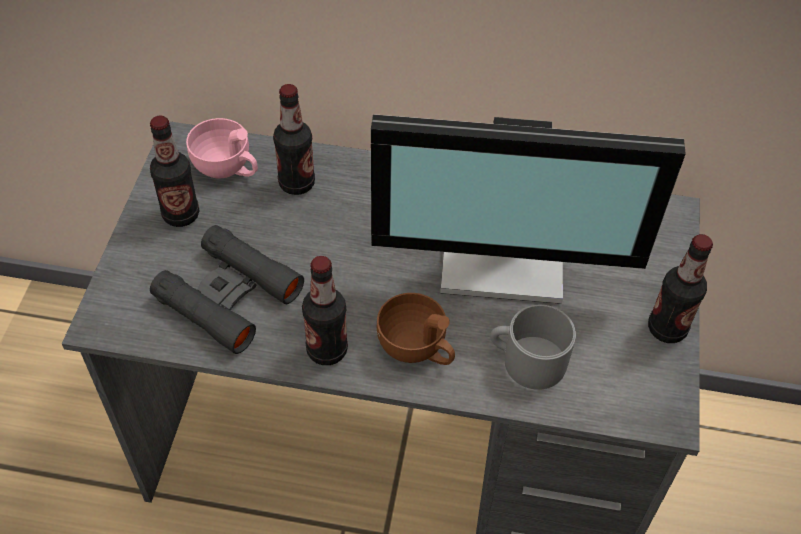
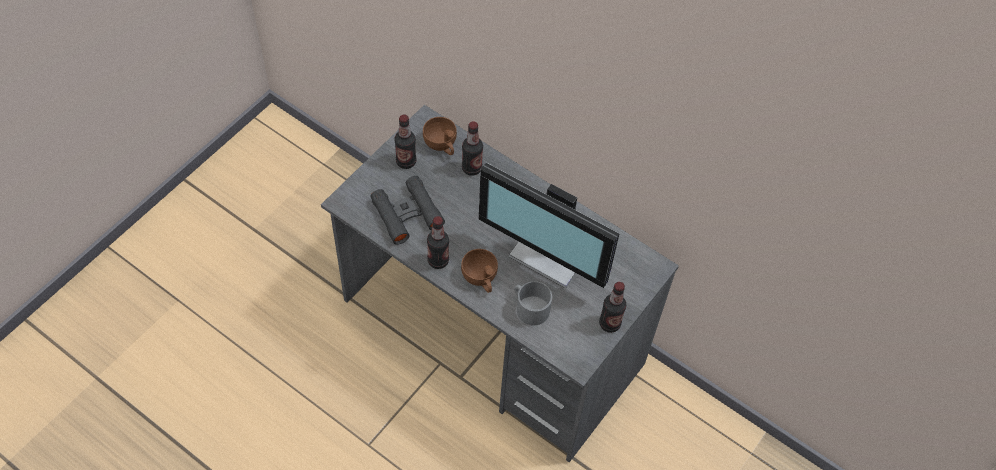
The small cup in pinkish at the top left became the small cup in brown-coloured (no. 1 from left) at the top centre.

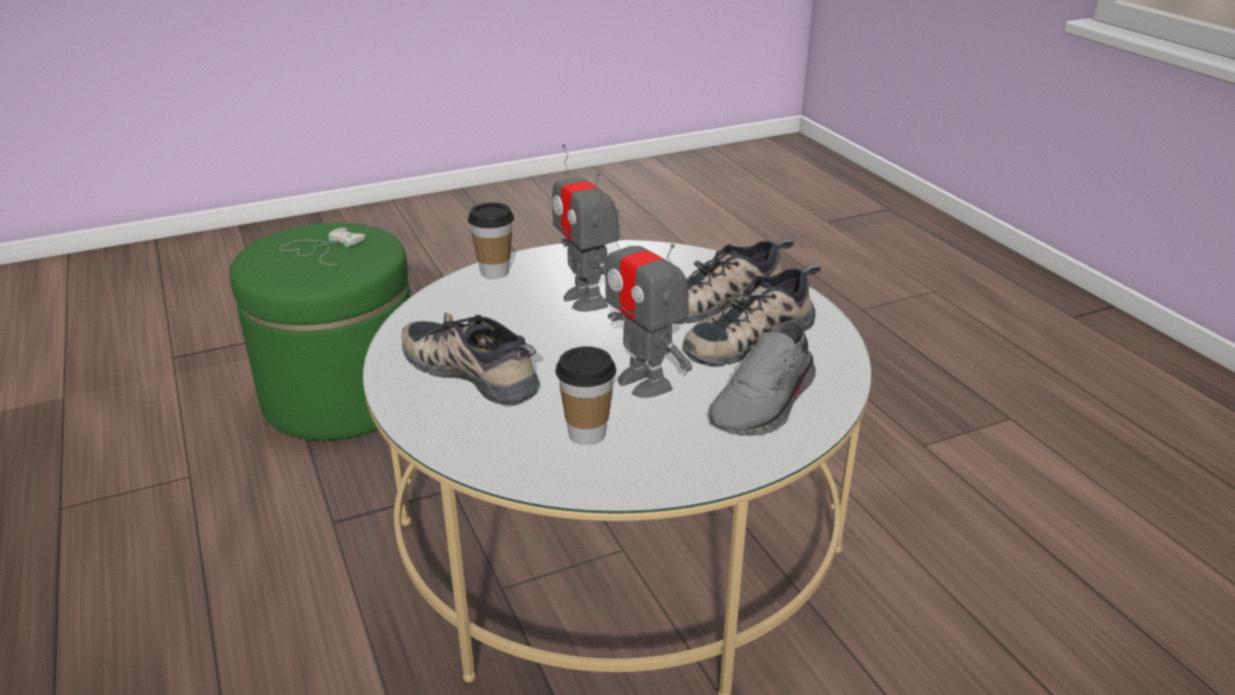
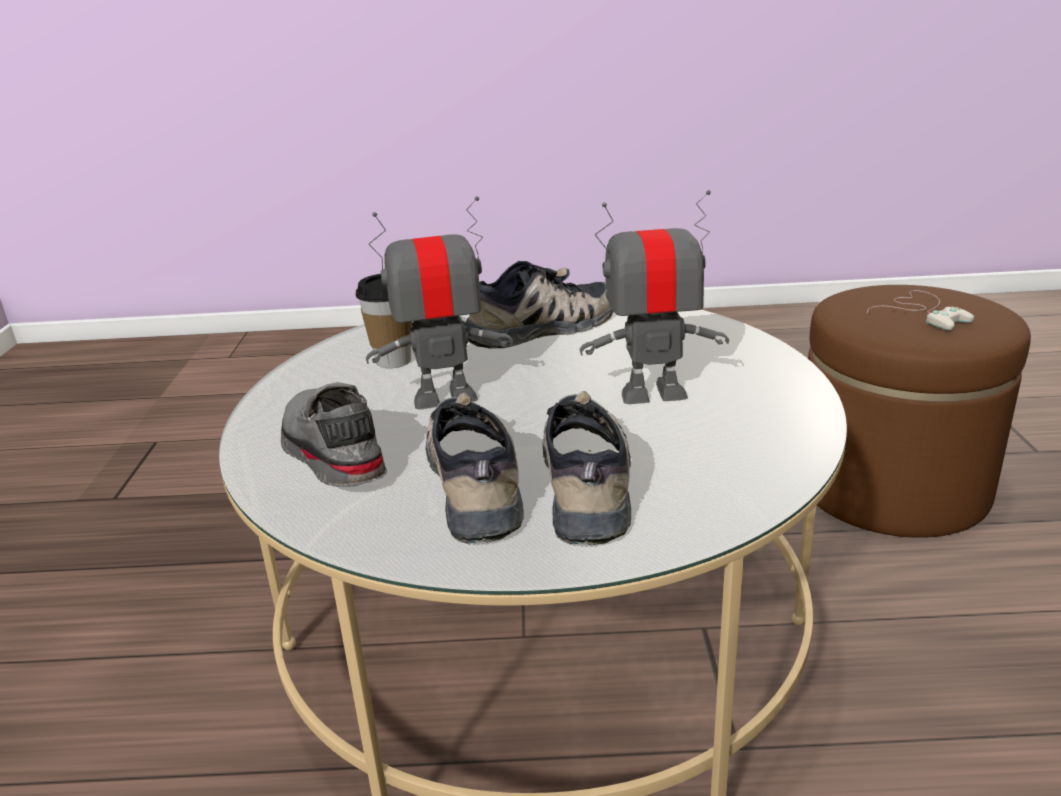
The small cup (no. 1 from left) at the centre disappeared.
The footrest in green at the middle left became the footrest in brown-coloured at the middle right.

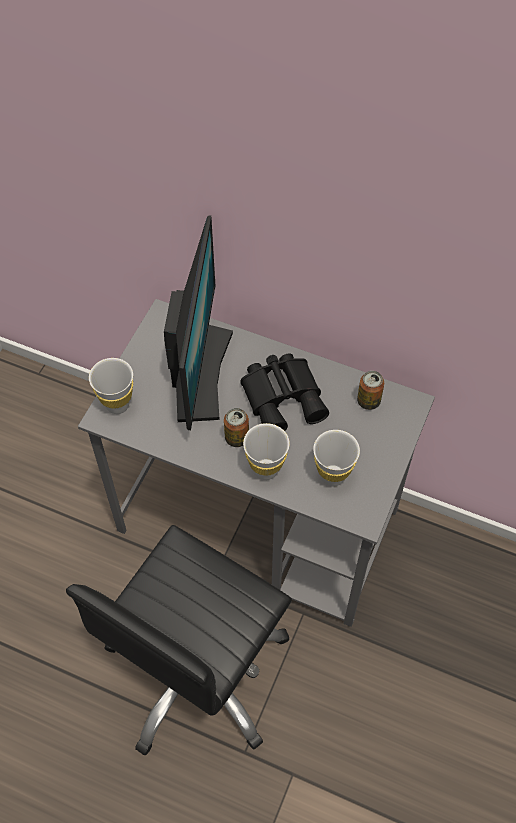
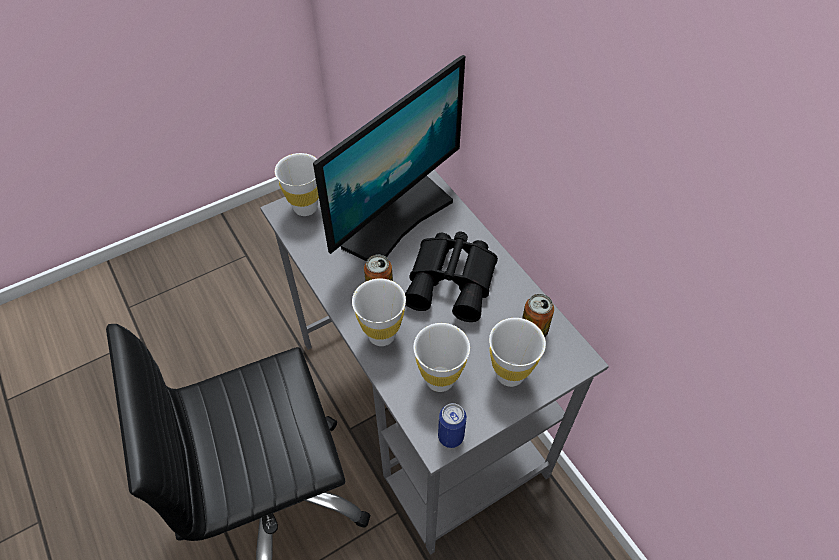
The small cup in white-coloured (no. 4 from left) at the centre appeared.
The can (no. 2 from left) at the bottom centre appeared.

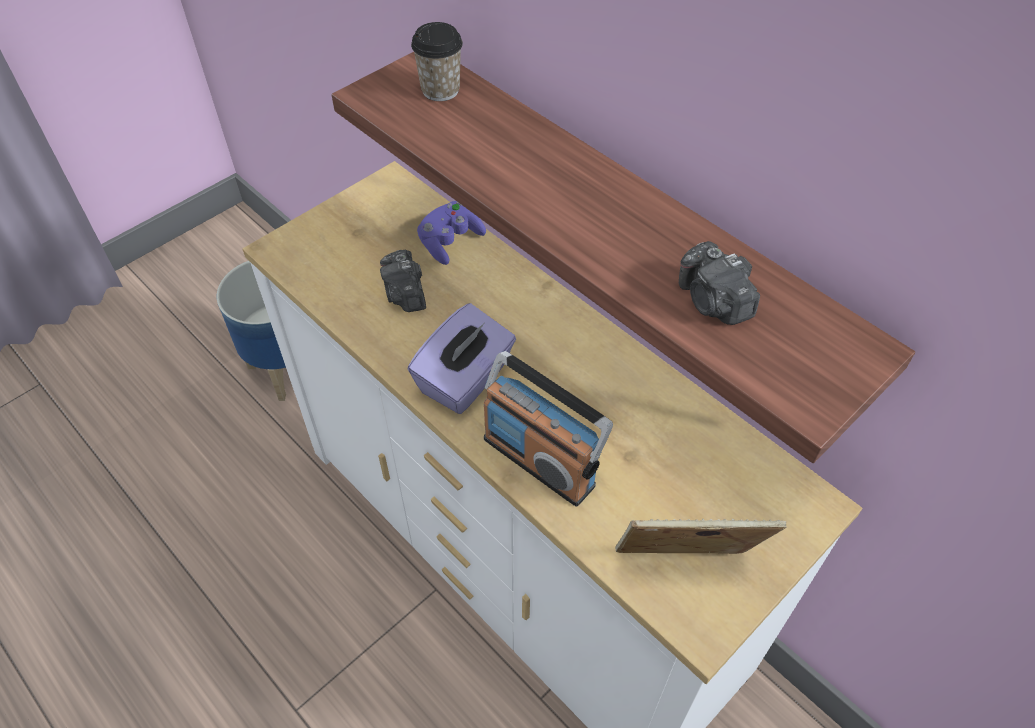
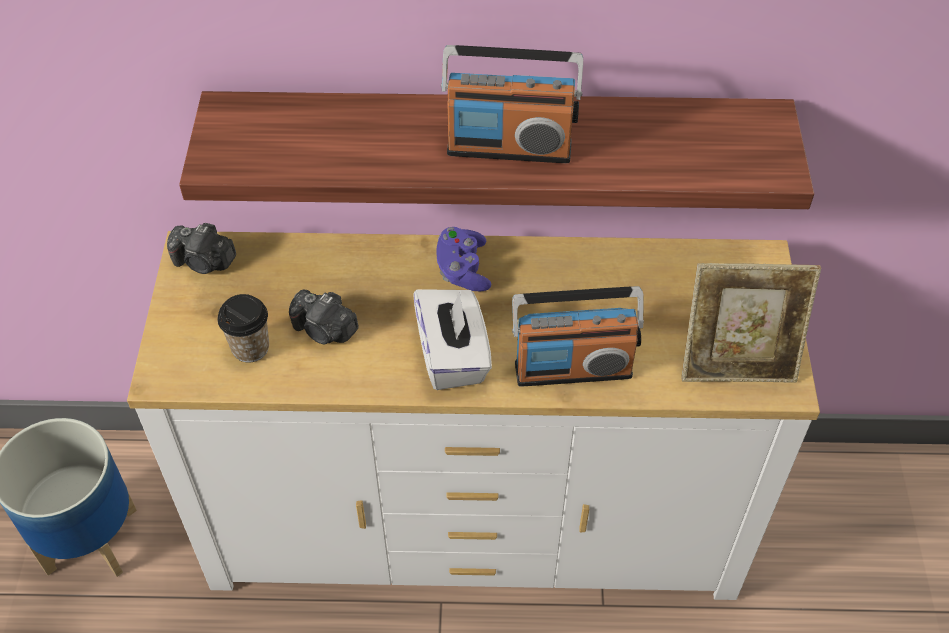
The small cup moved from the top centre to the middle left.
The gamepad in purple moved from the top centre to the centre.
The photo camera (no. 2 from left in the first image) moved from the middle right to the middle left.
The tissue box in purple at the centre became the tissue box in white-coloured at the centre.
The photo frame at the bottom right turned 135 degrees counterclockwise.
The radio receiver (no. 1 from left) at the top centre appeared.

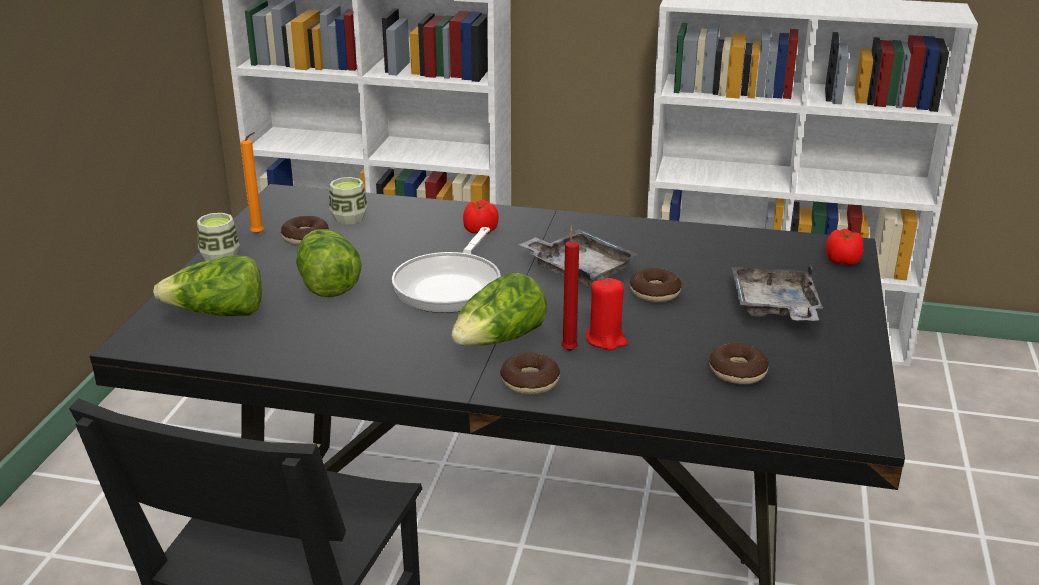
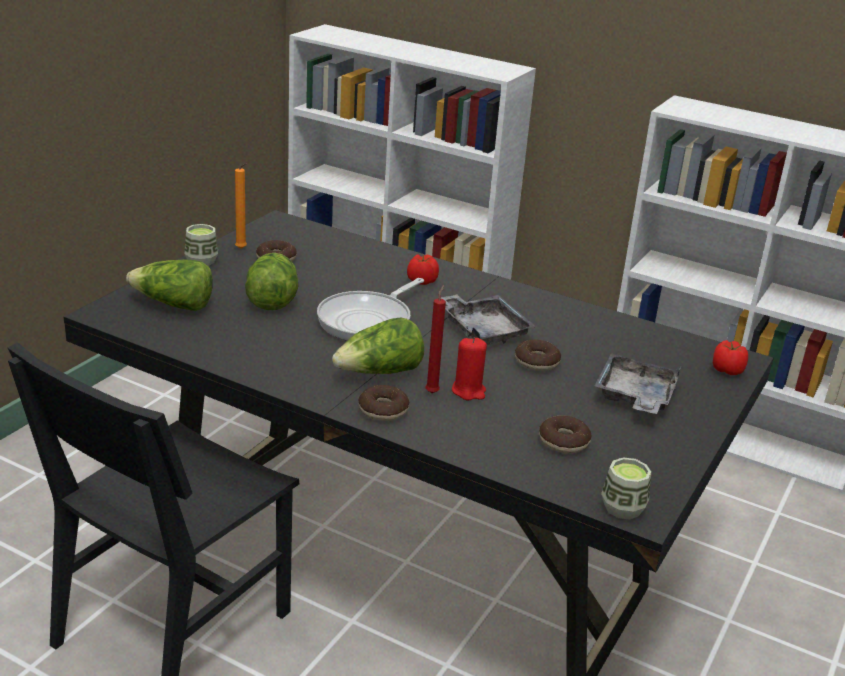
The small cup (no. 2 from left) moved from the centre to the bottom right.

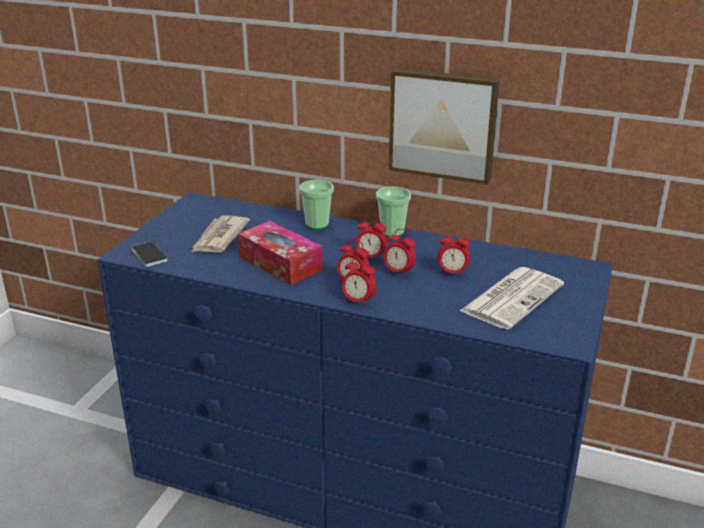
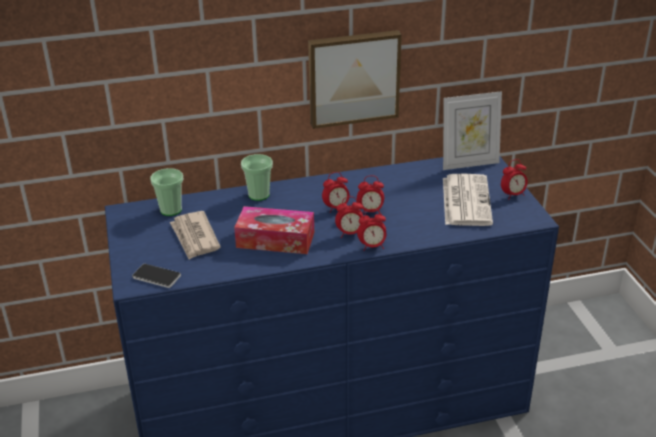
The small cup (no. 2 from left in the first image) moved from the centre to the middle left.
The alarm clock (no. 5 from left) moved from the centre to the middle right.
The photo frame at the top right appeared.

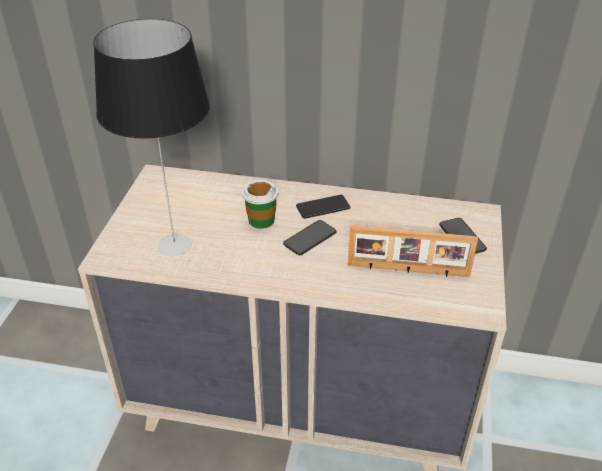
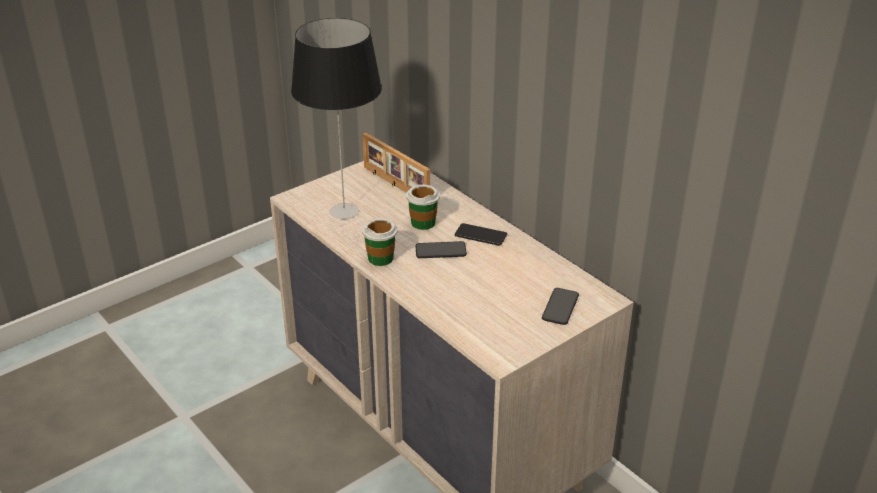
The photo frame moved from the middle right to the top centre.
The small cup (no. 1 from left) at the centre appeared.

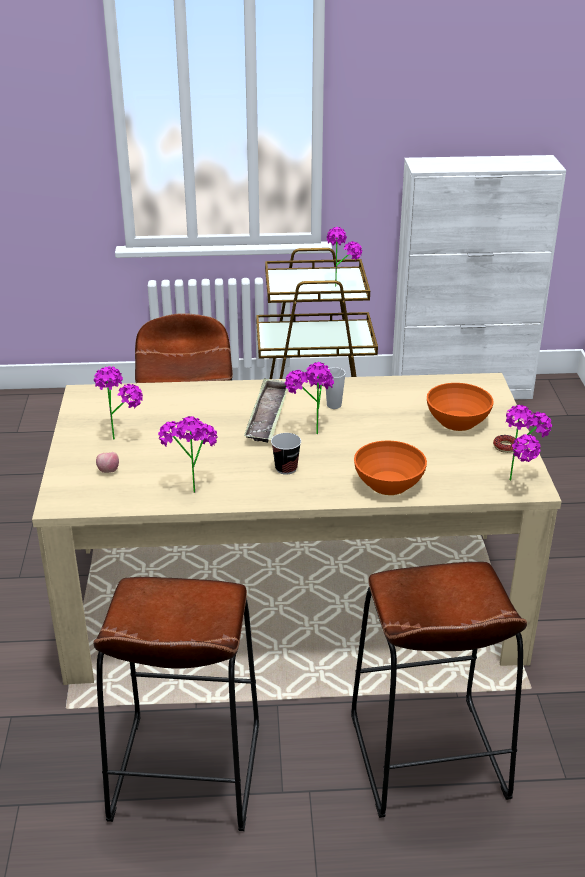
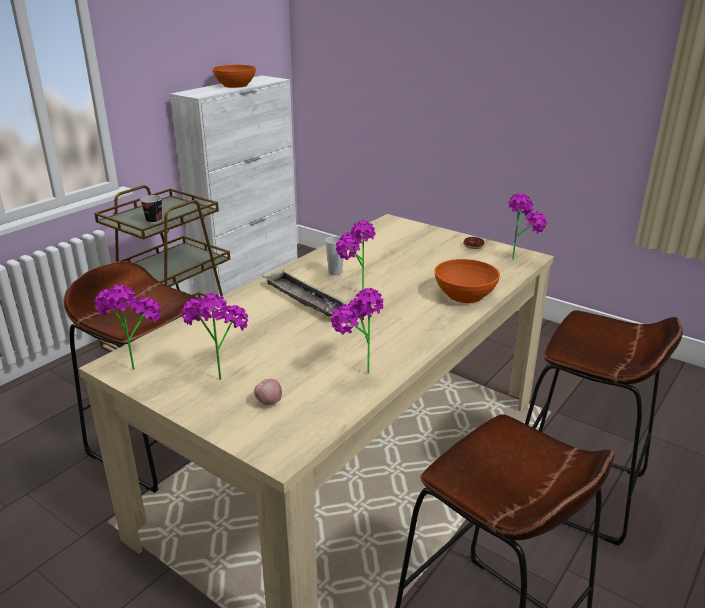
The potted plant (no. 4 from left in the first image) moved from the top centre to the middle left.
The bowl in orangey (no. 2 from left in the first image) moved from the middle right to the top left.
The small cup (no. 1 from left) moved from the centre to the middle left.

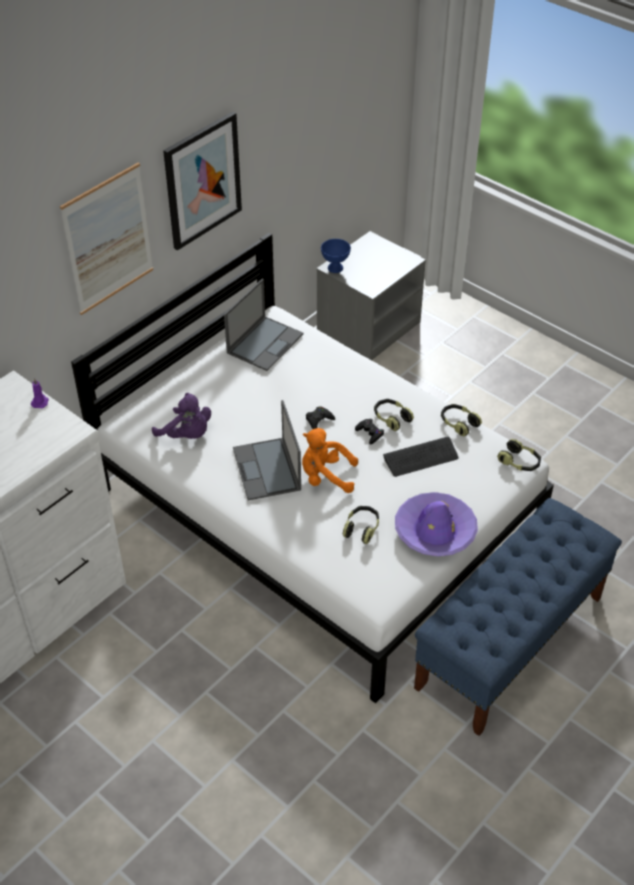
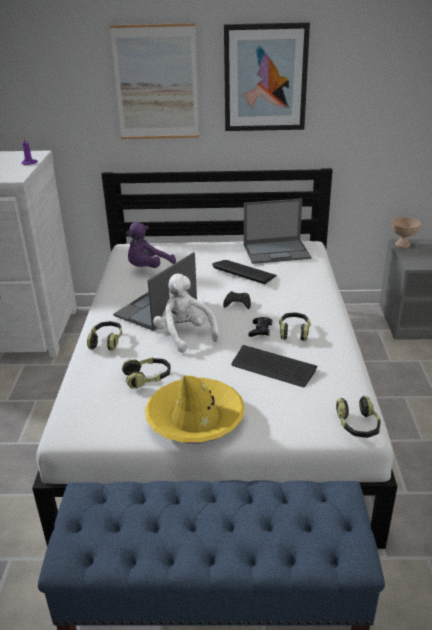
The bowl in bluish at the top centre became the bowl in sand-coloured at the middle right.
The plush toy in purple at the middle left turned 45 degrees clockwise.
The headphones (no. 3 from left in the first image) moved from the middle right to the middle left.
The plush toy in orangey at the centre became the plush toy in white-coloured at the centre.
The clothing hat in purple at the middle right became the clothing hat in yellow-coloured at the centre.
The PC keyboard (no. 1 from left) at the centre appeared.

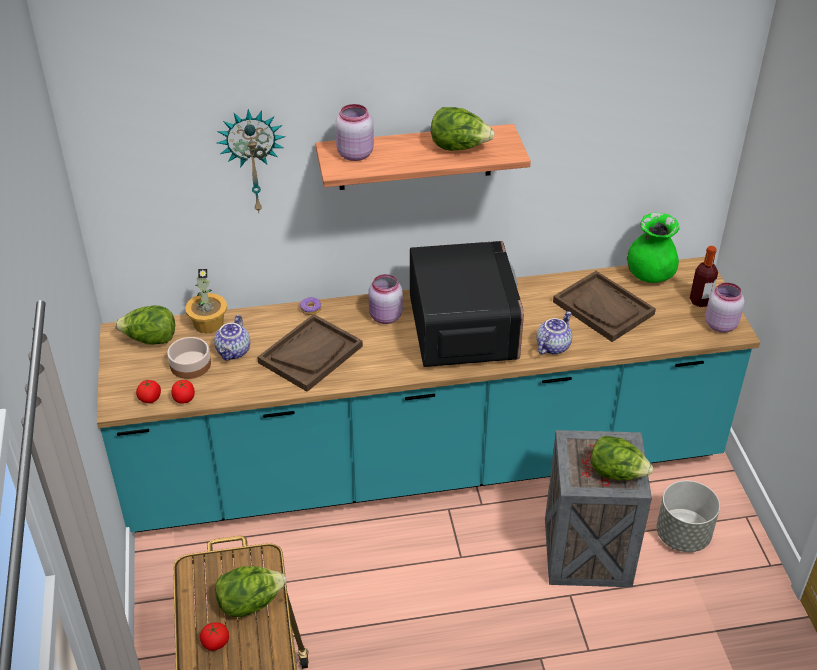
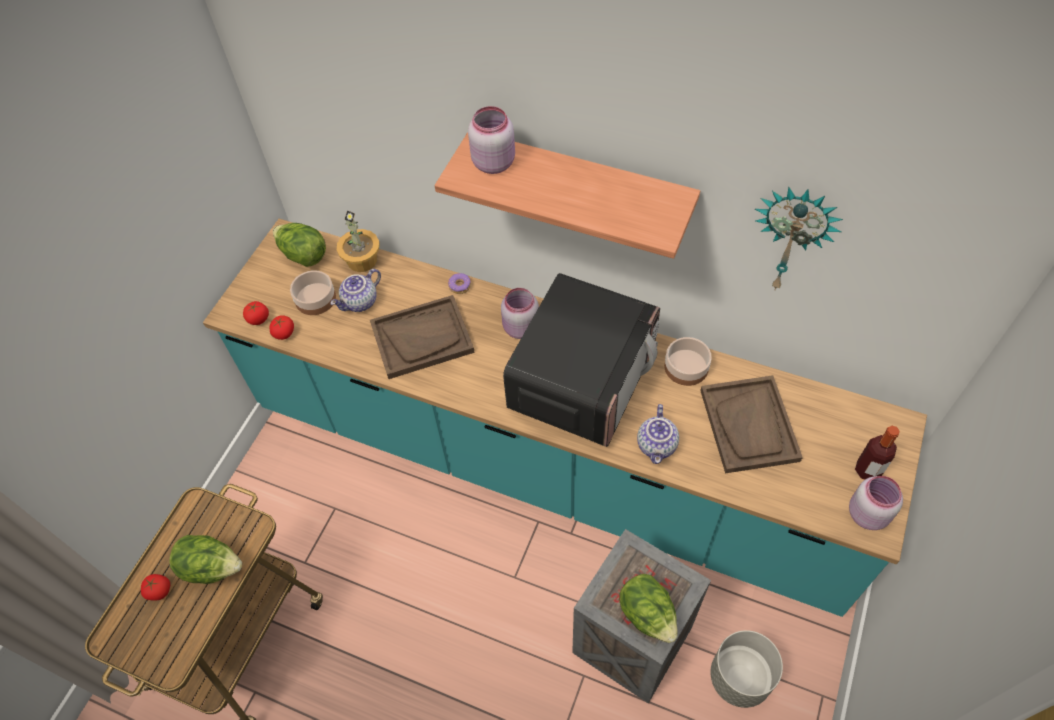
The lettuce head (no. 3 from left) at the top centre disappeared.
The hanging clock moved from the top left to the top right.
The vase in green at the middle right disappeared.
The tea pot (no. 2 from left) at the middle right turned 120 degrees clockwise.
The bowl (no. 2 from left) at the centre appeared.

